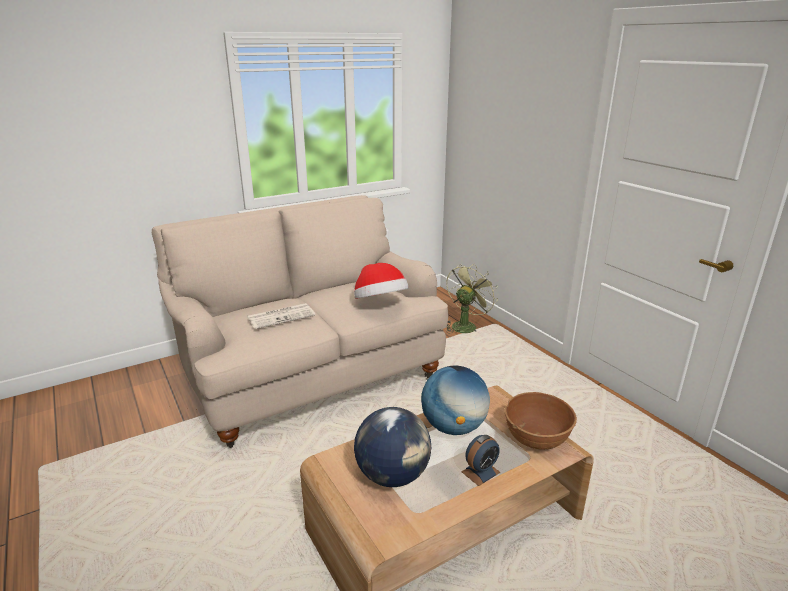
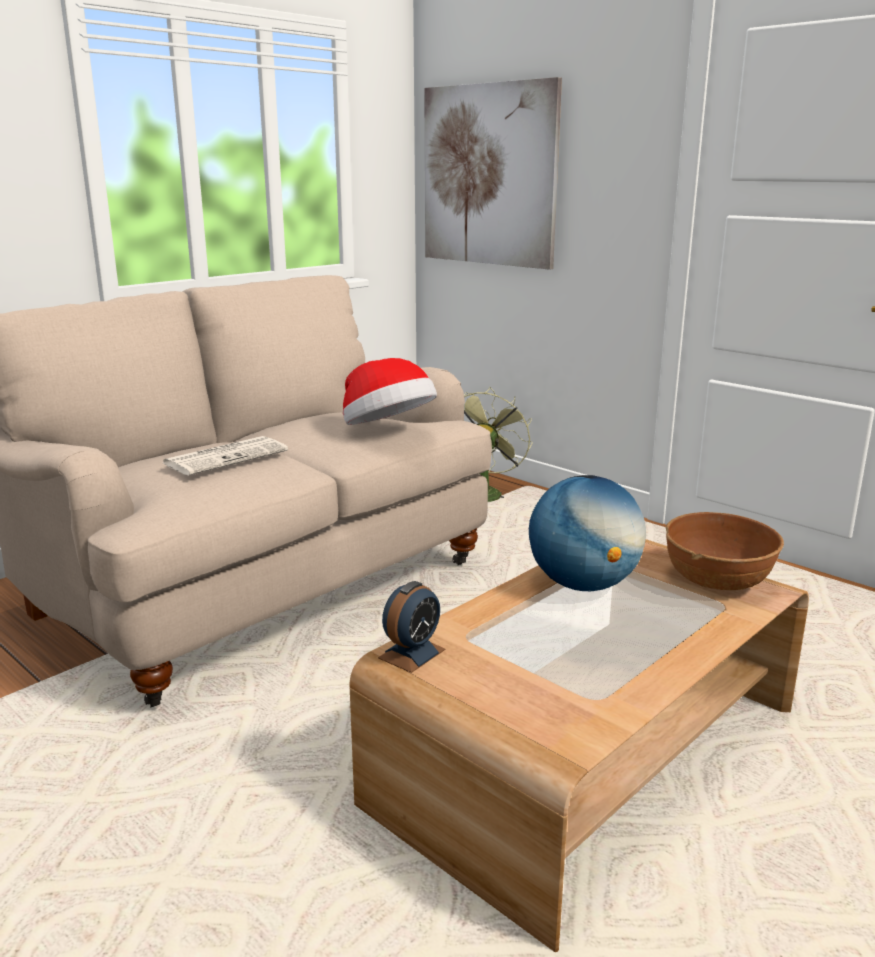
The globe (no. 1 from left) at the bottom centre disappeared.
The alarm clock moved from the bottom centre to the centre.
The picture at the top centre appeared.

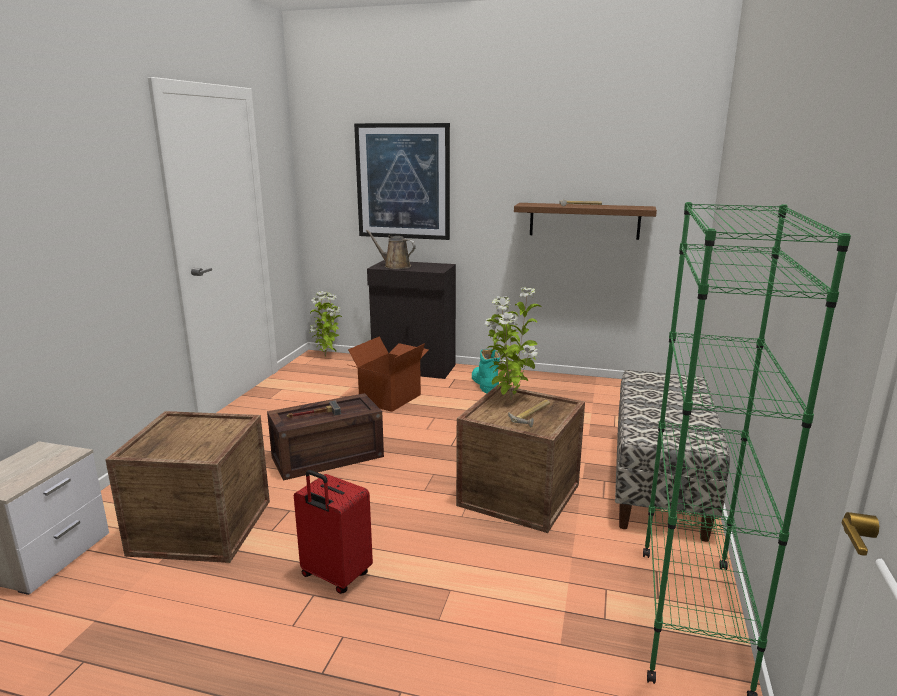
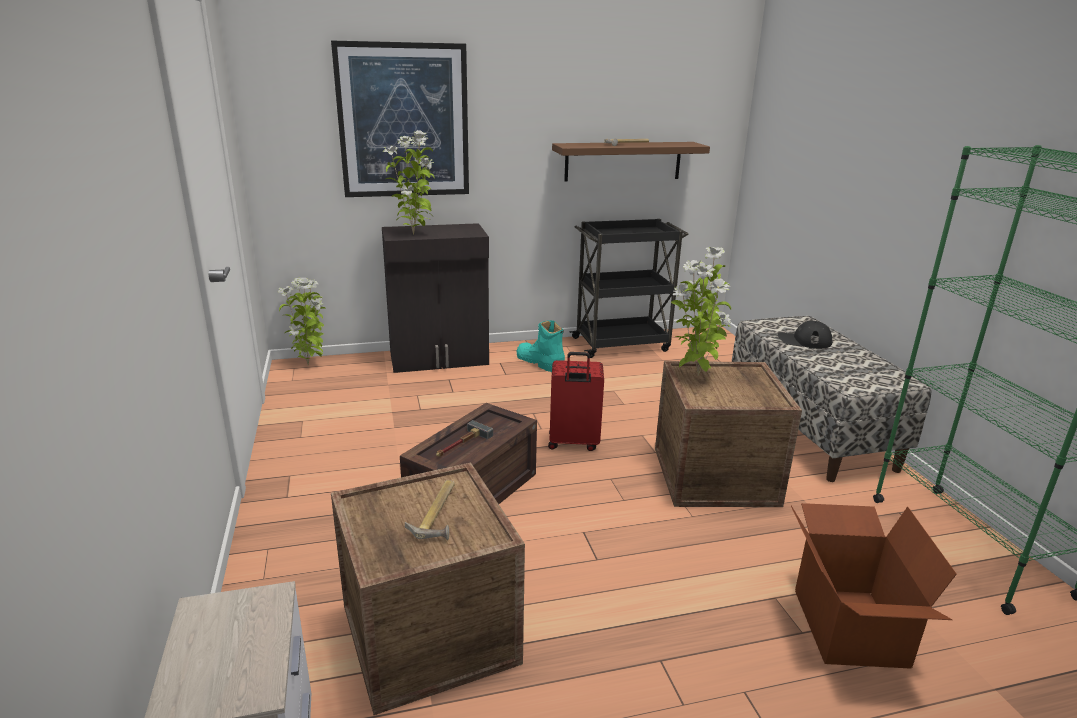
The sprinkling can in brown-coloured at the centre was replaced by the potted plant (no. 2 from left) at the top centre.
The carton moved from the centre to the bottom right.
The hand hammer (no. 2 from left in the first image) moved from the centre to the bottom centre.
The travel case in red-coloured moved from the bottom centre to the centre.
The cart in black-coloured at the centre appeared.
The peaked cap in black-coloured at the middle right appeared.

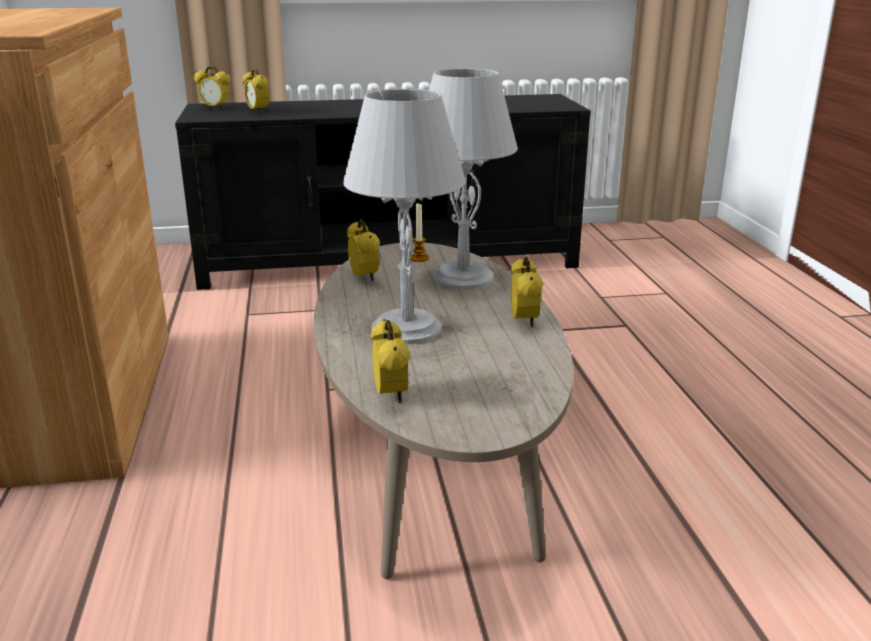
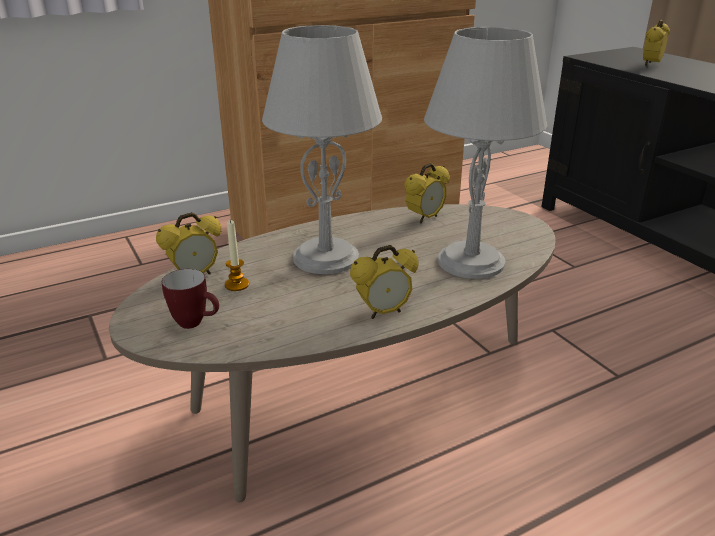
The alarm clock (no. 1 from left) at the top left disappeared.
The wax light moved from the centre to the middle left.
The coffee mug at the middle left appeared.

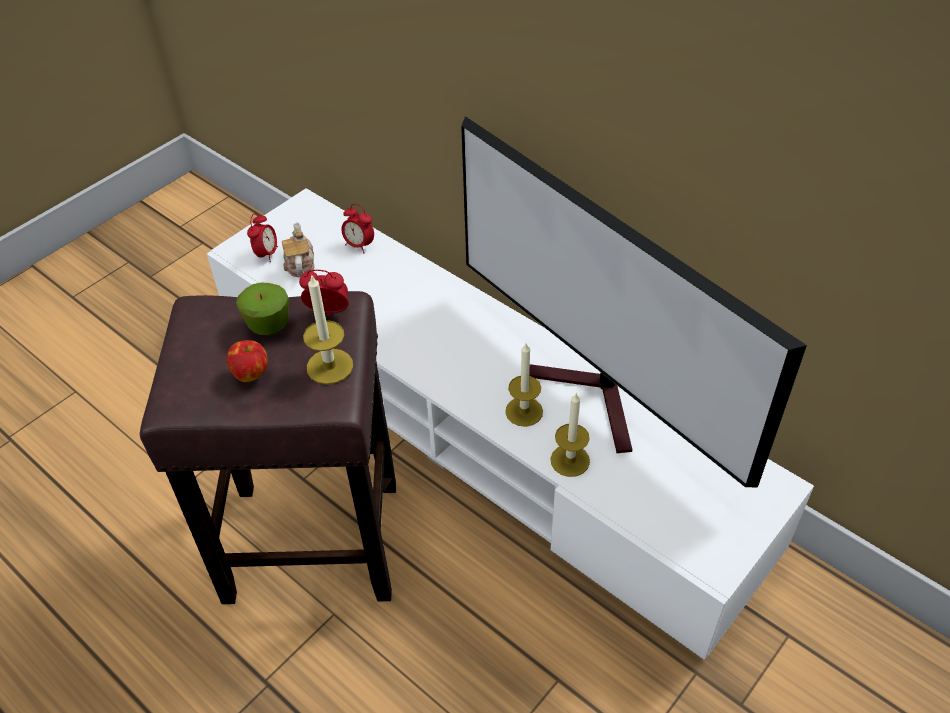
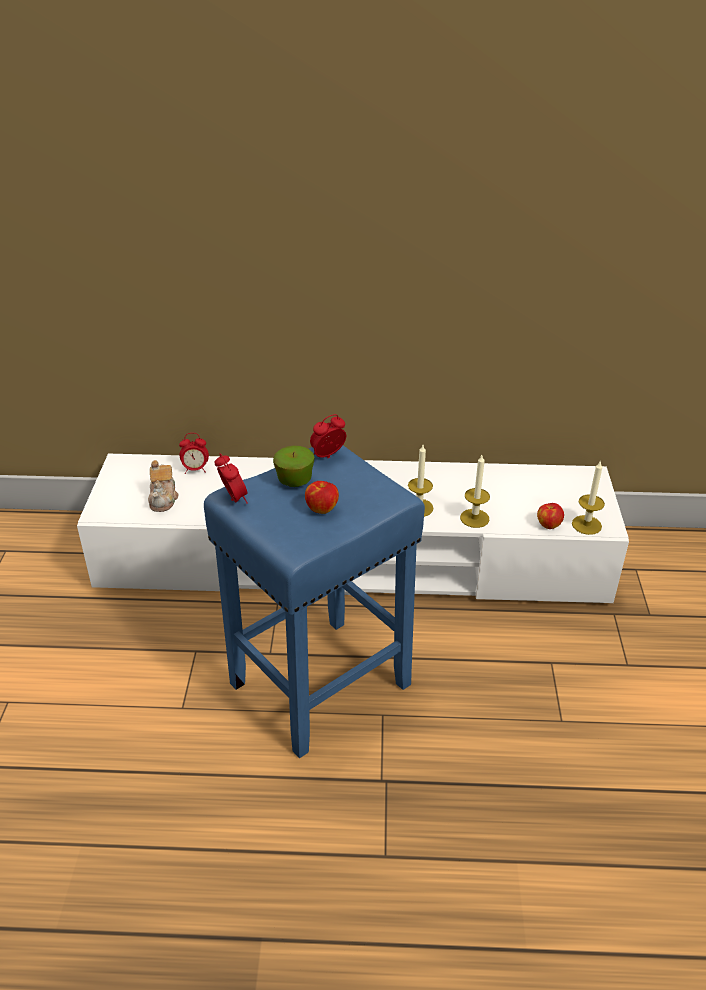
The TV set at the middle right disappeared.
The alarm clock (no. 1 from left in the first image) moved from the top left to the middle left.
The tea pot at the middle left turned 135 degrees counterclockwise.
The wax light (no. 1 from left in the first image) moved from the centre to the middle right.
The sitting stool in brown-coloured at the middle left became the sitting stool in bluish at the centre.
The apple (no. 3 from left) at the middle right appeared.

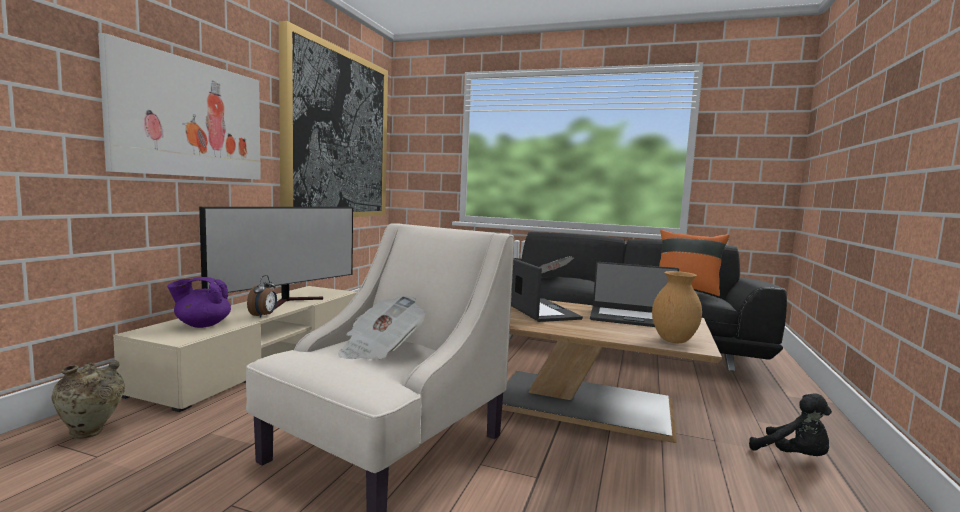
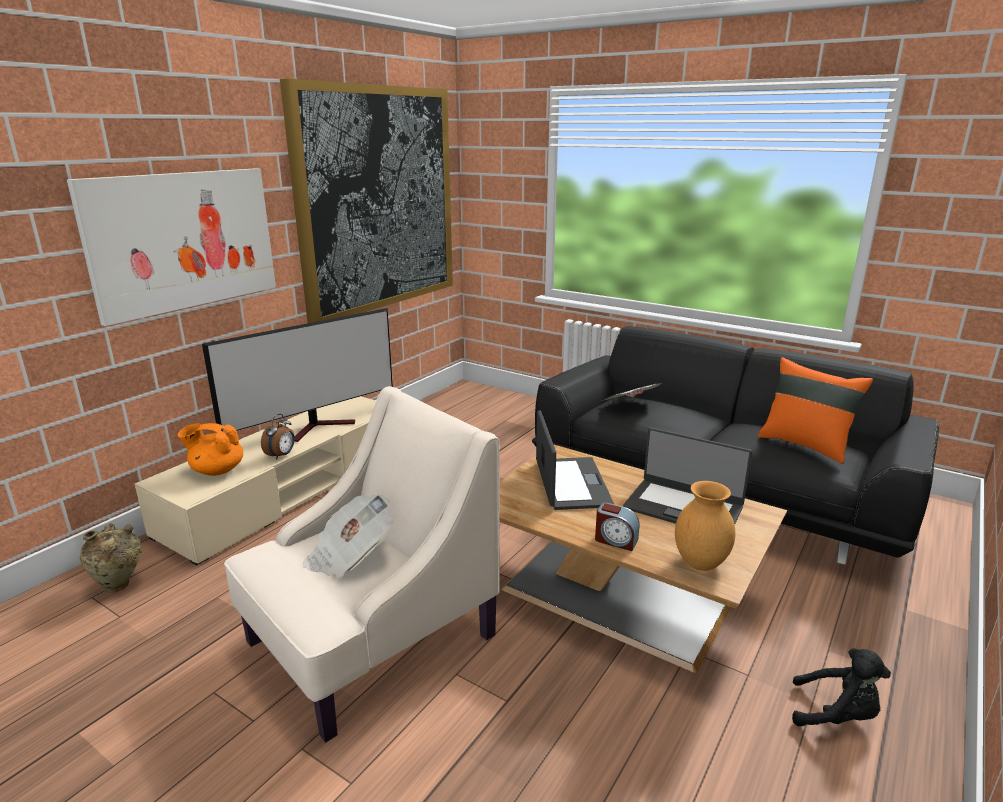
The tea pot in purple at the middle left became the tea pot in orangey at the middle left.
The plush toy in black-coloured at the bottom right turned 45 degrees counterclockwise.
The alarm clock (no. 2 from left) at the centre appeared.

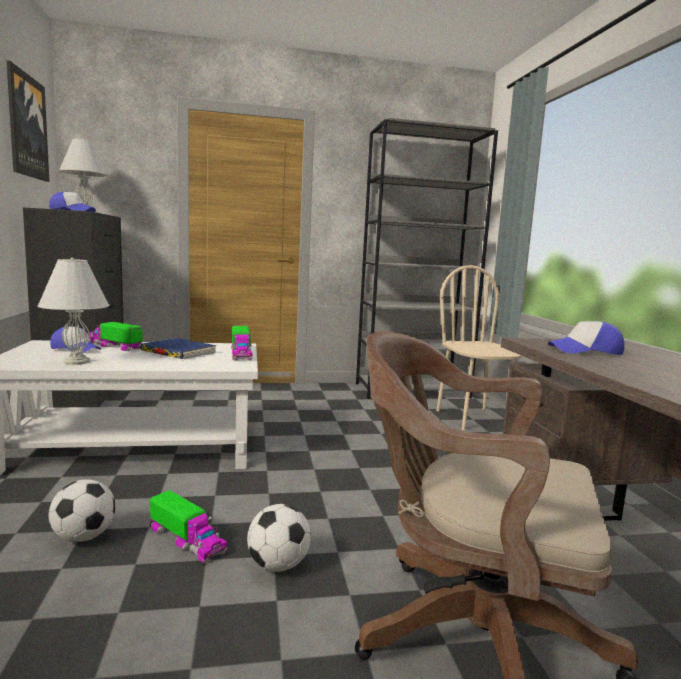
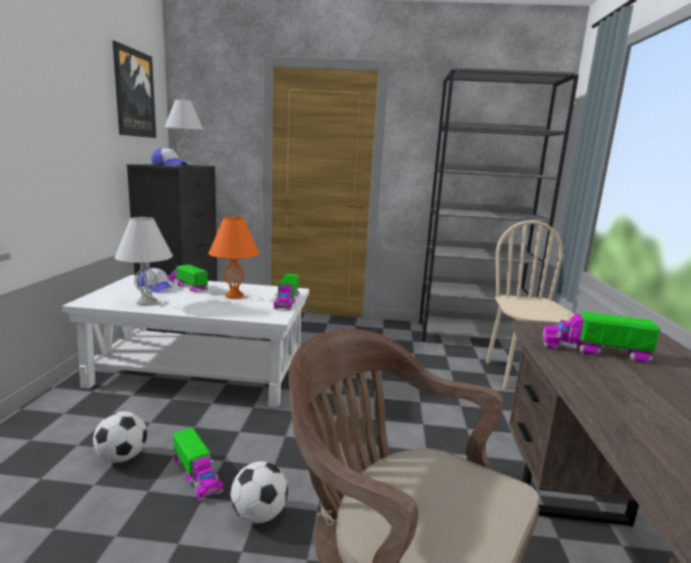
The peaked cap (no. 3 from left) at the middle right was replaced by the model truck (no. 4 from left) at the middle right.
The volume in bluish at the middle left was replaced by the tabletop lamp in orangey at the centre.

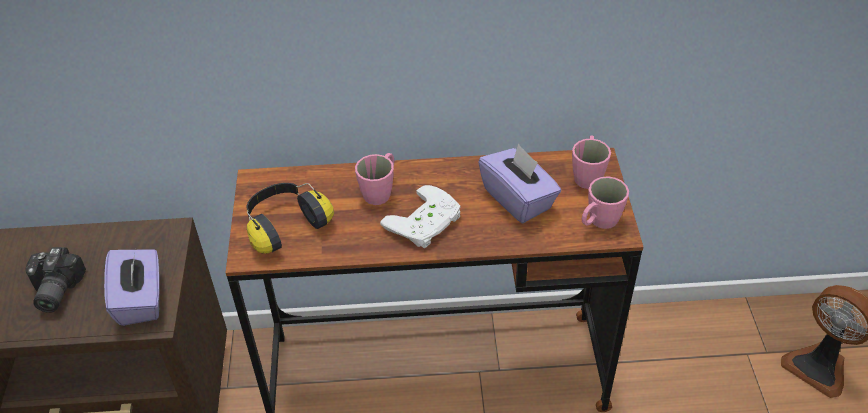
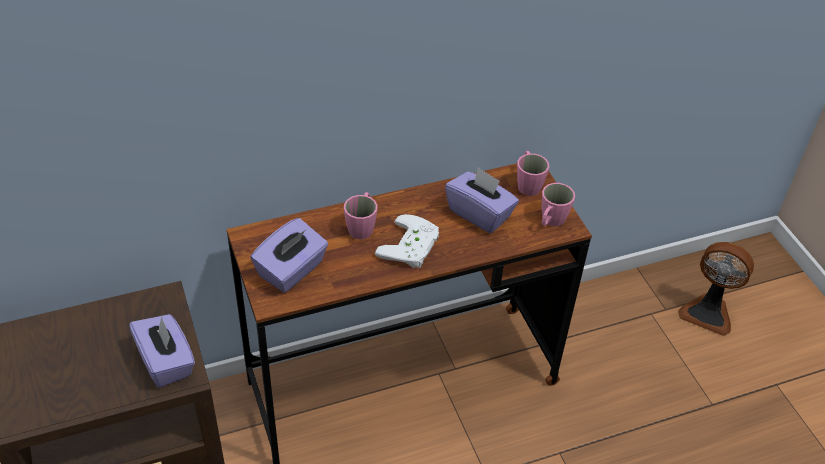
The headphones at the centre was replaced by the tissue box in purple (no. 2 from left) at the centre.
The photo camera at the bottom left disappeared.

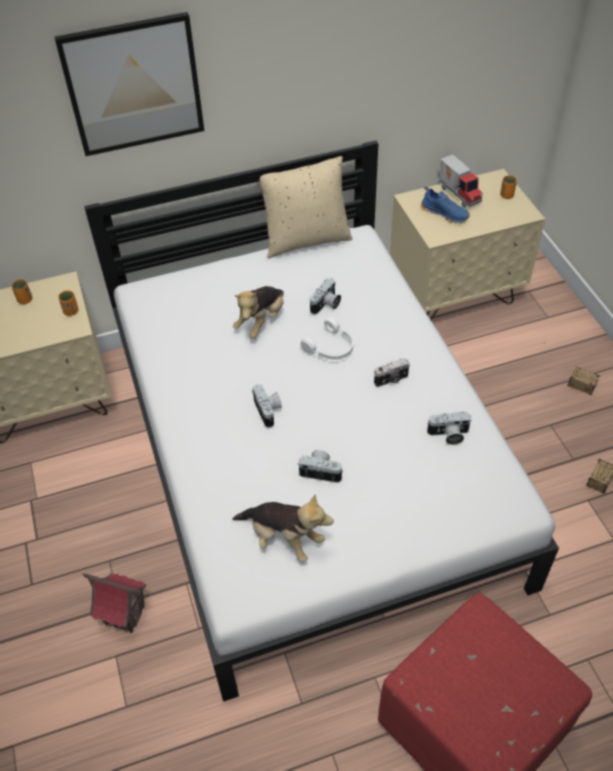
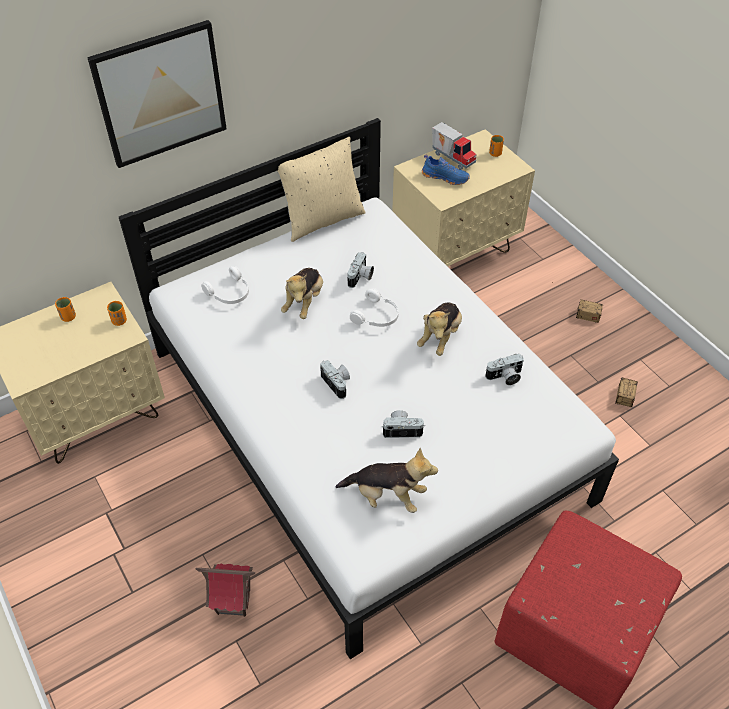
The photo camera (no. 4 from left) at the centre was replaced by the plush toy (no. 3 from left) at the centre.
The headphones in white-coloured (no. 1 from left) at the middle left appeared.

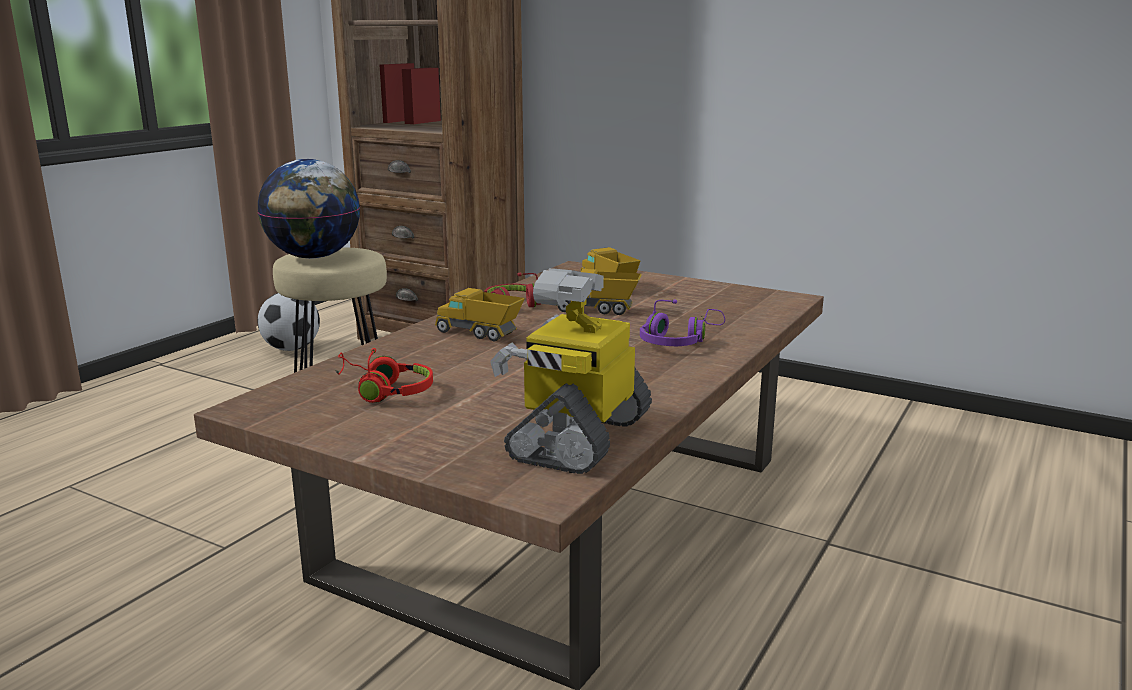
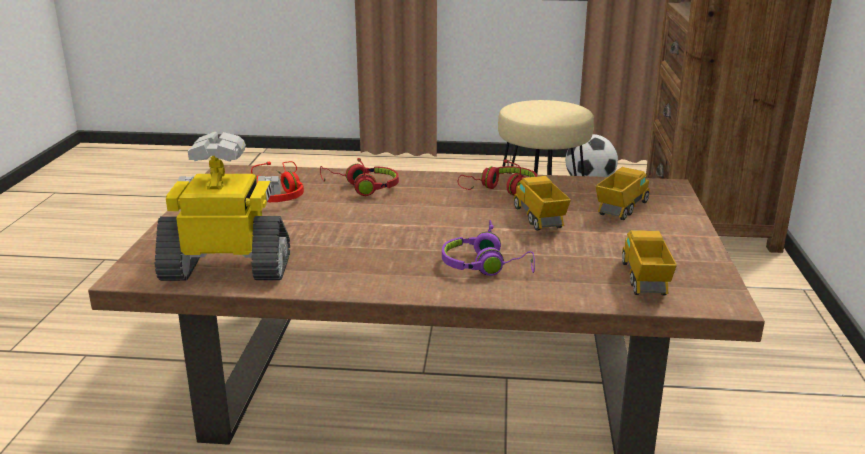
The globe at the top left disappeared.
The model truck (no. 1 from left in the first image) moved from the centre to the middle right.
The headphones in red-coloured (no. 2 from left) at the centre appeared.

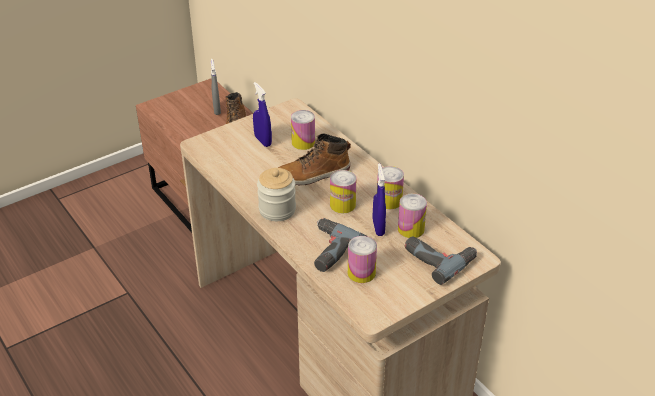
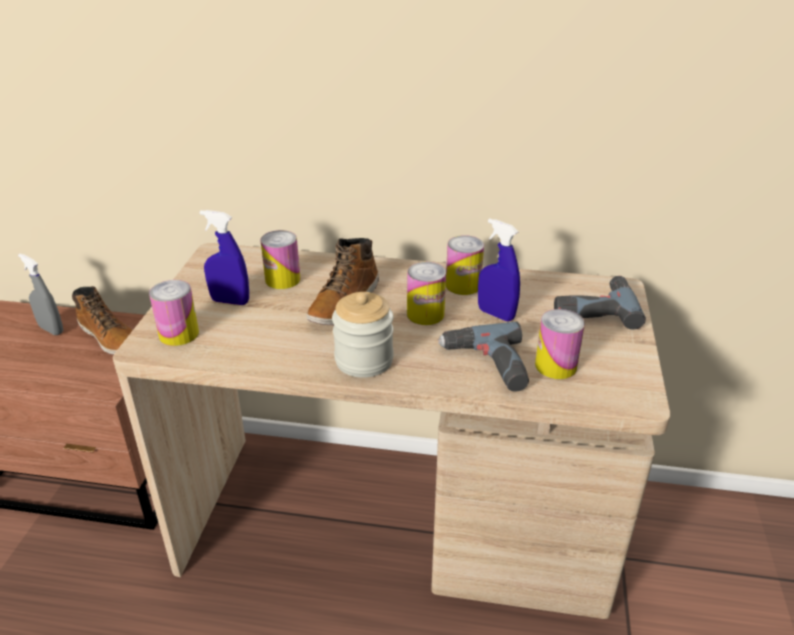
The can (no. 5 from left in the first image) moved from the centre to the middle left.

